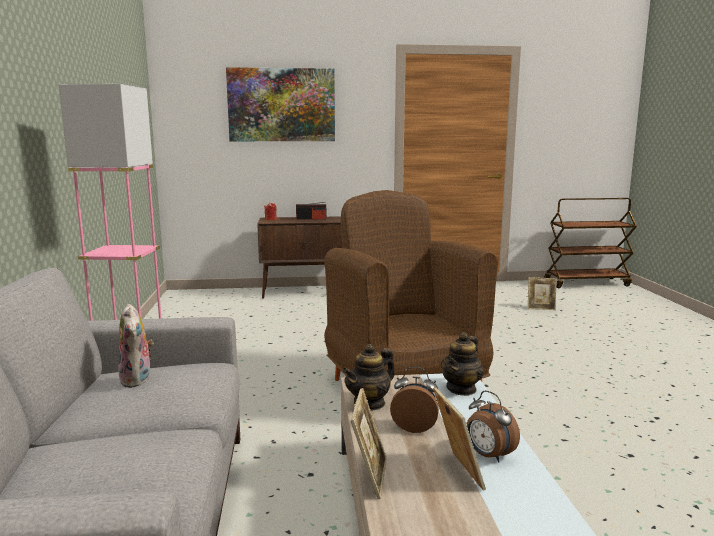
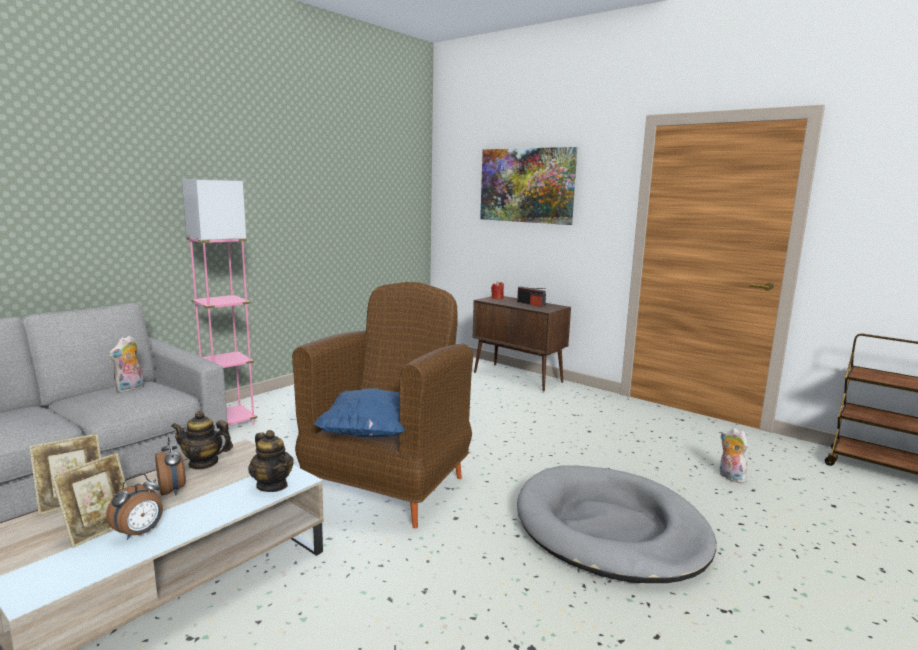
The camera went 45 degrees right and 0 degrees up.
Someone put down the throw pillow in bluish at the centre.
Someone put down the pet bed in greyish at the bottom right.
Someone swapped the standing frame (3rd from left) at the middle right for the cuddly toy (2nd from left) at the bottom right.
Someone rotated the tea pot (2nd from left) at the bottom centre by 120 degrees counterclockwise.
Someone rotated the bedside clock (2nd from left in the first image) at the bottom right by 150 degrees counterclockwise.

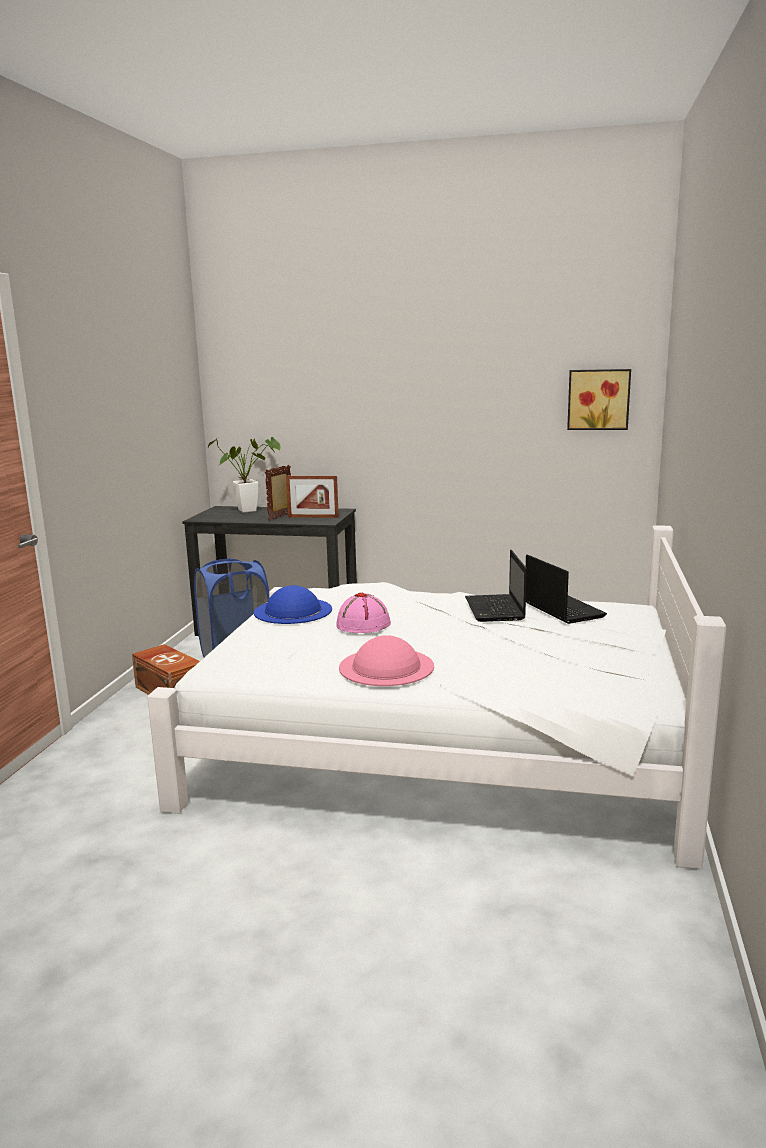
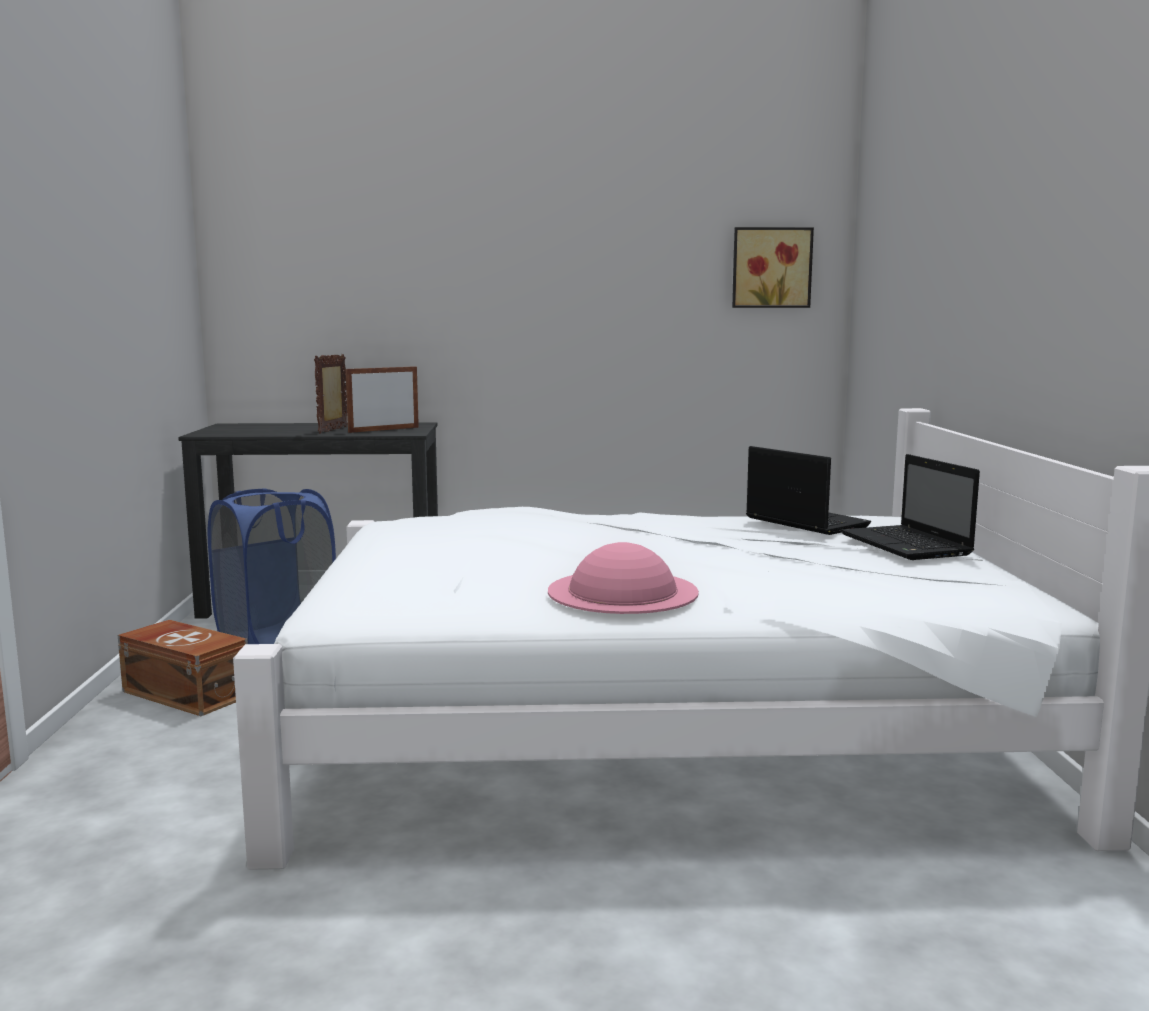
The camera went 15 degrees left and 5 degrees down.
Someone took away the plant in a pot at the middle left.
Someone took away the wearable hat in bluish at the centre.
Someone took away the wearable hat in pink-coloured (1st from left) at the centre.
Someone carried the notebook computer (1st from left in the first image) from the centre to the middle right.
Someone rotated the standing frame (2nd from left) at the centre by 150 degrees clockwise.

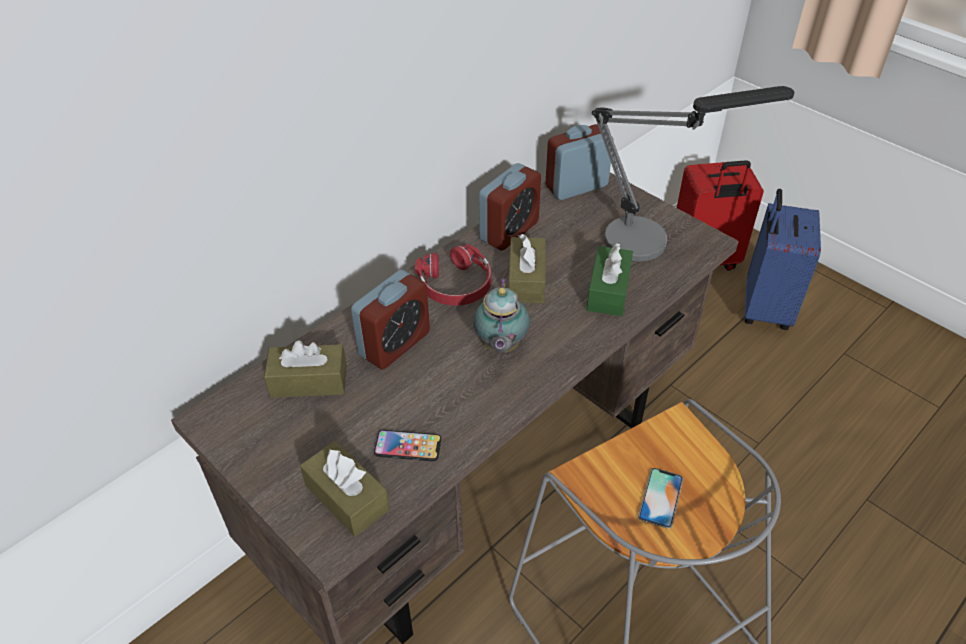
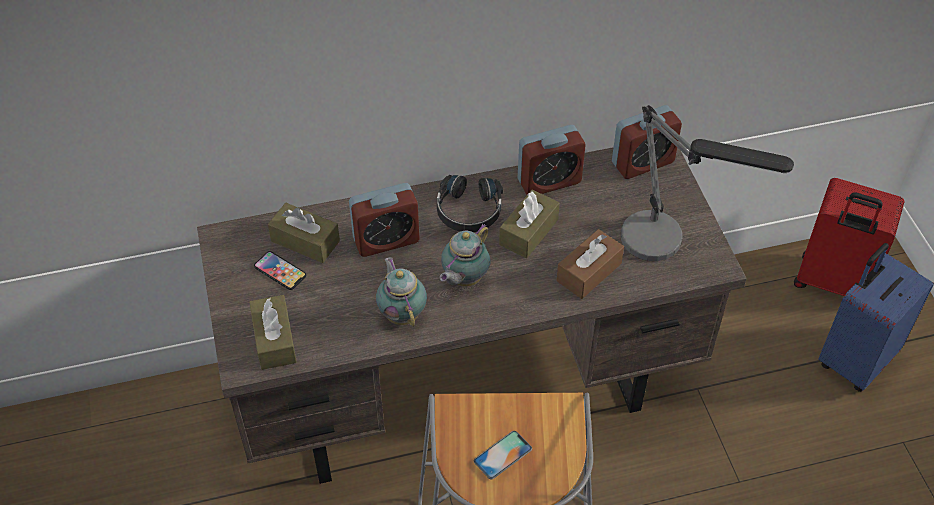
The camera went 30 degrees right and 5 degrees up.
Someone put down the tea pot (1st from left) at the centre.
Someone carried the telephone (1st from left) from the bottom centre to the middle left.
Someone repainted the headset in reddish at the centre, which became the headset in black-coloured at the centre.
Someone repainted the tissue box in green-coloured at the centre, which became the tissue box in brown (4th from left) at the centre.
Someone rotated the bedside clock (3rd from left) at the top centre by 150 degrees clockwise.

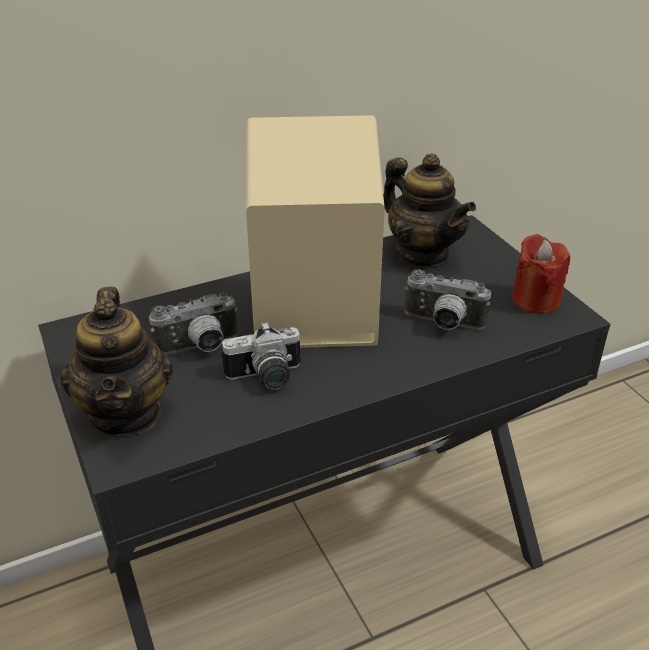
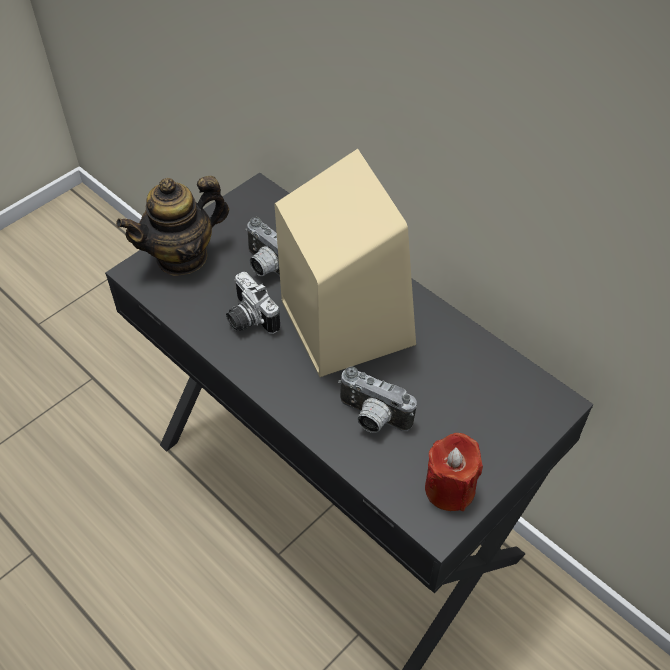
The camera went 70 degrees right and 15 degrees up.
Someone took away the tea pot (2nd from left) at the top centre.
Someone rotated the still camera (3rd from left) at the middle right by 60 degrees counterclockwise.

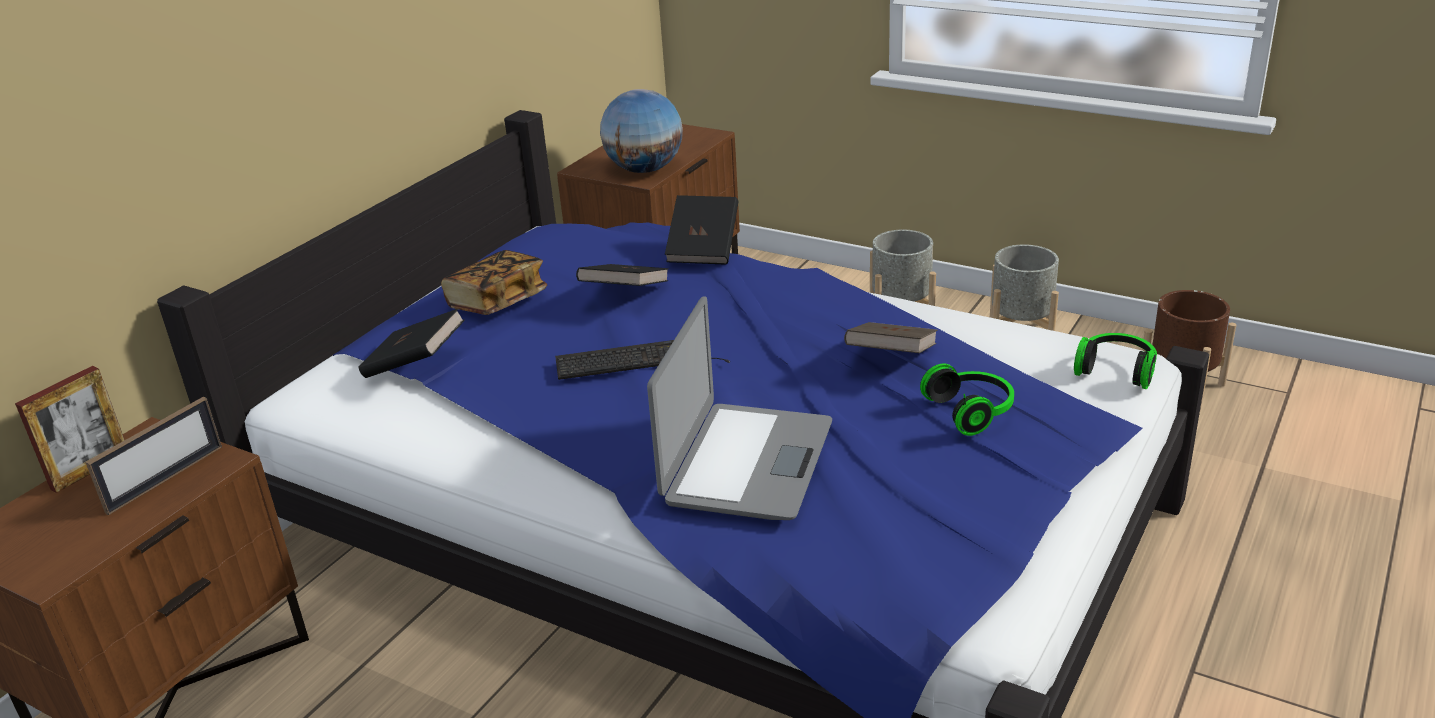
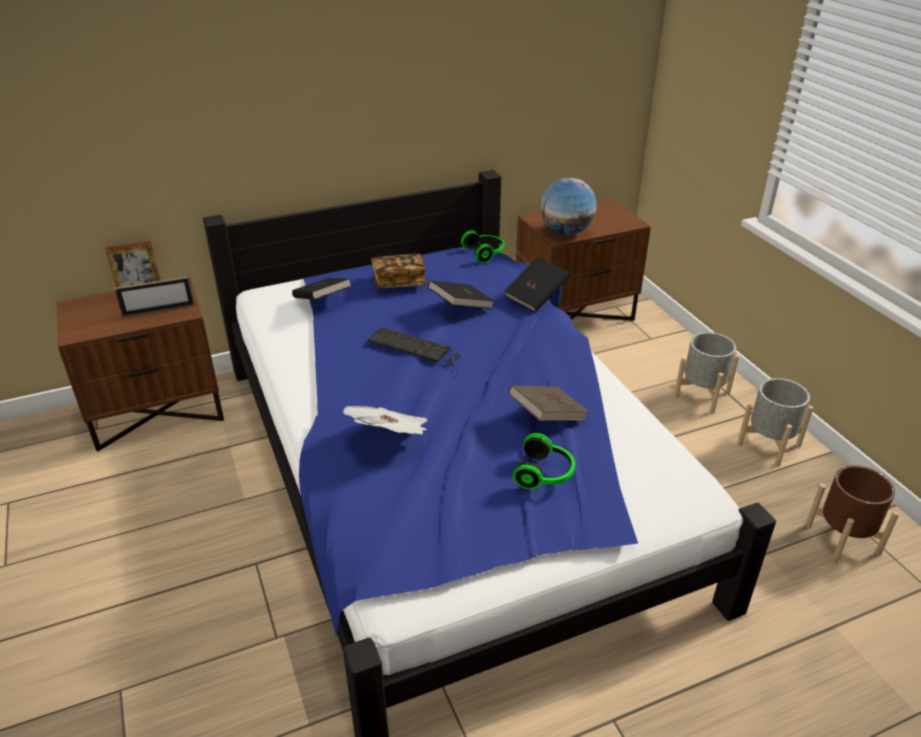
The camera went 35 degrees right and 5 degrees up.
Someone carried the headset (2nd from left in the first image) from the middle right to the centre.
Someone swapped the notebook computer at the centre for the printed paper at the centre.

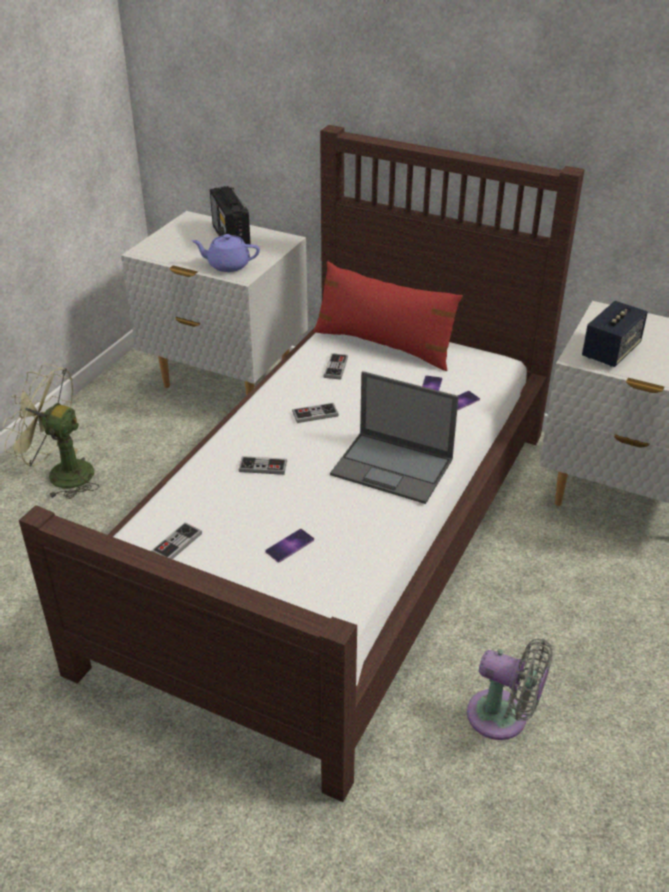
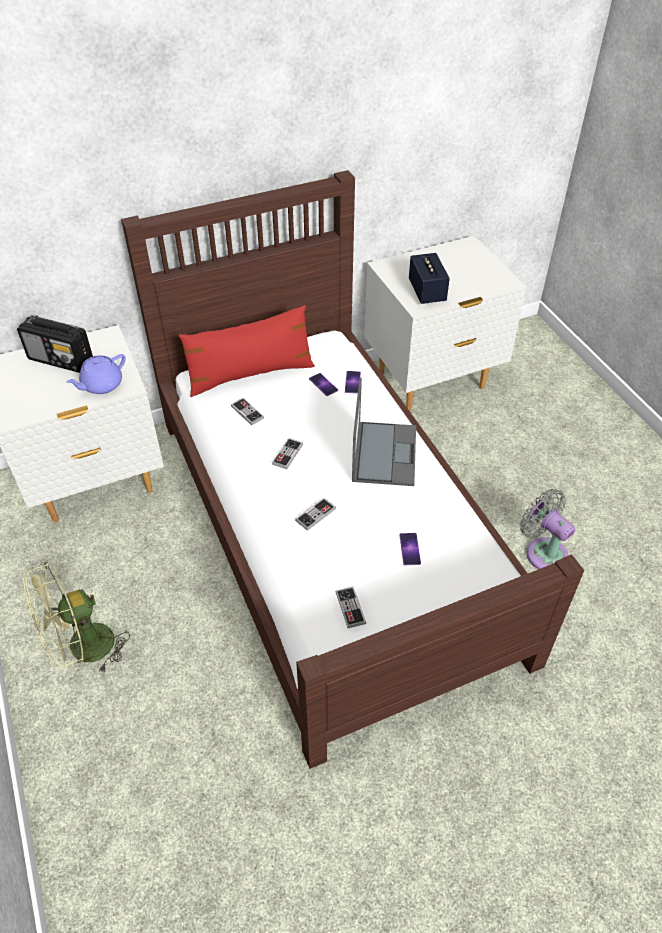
The camera went 50 degrees left and 10 degrees up.
Someone rotated the notebook computer at the centre by 60 degrees counterclockwise.
Someone rotated the fan in greyish at the bottom right by 105 degrees counterclockwise.

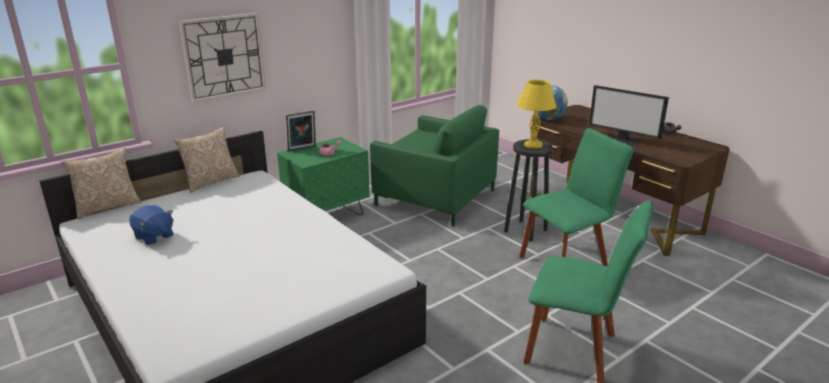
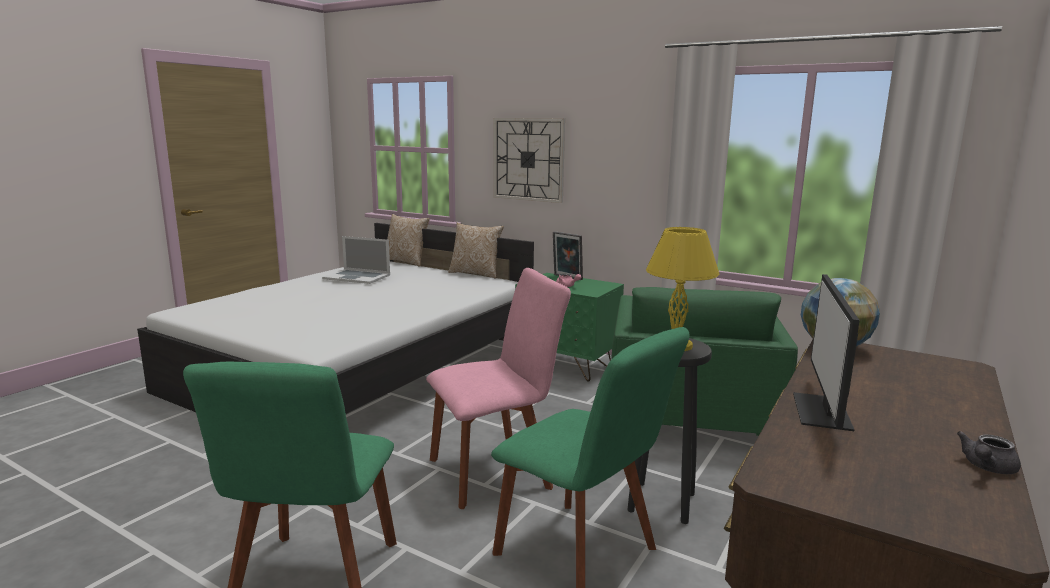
The camera went 70 degrees right and 10 degrees down.
Someone put down the plain chair in pink-coloured at the centre.
Someone swapped the cuddly toy in bluish at the middle left for the notebook computer at the centre.

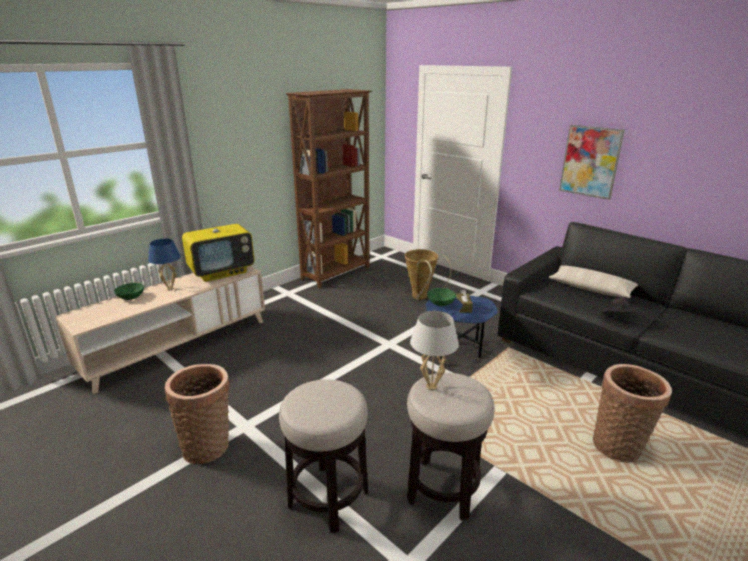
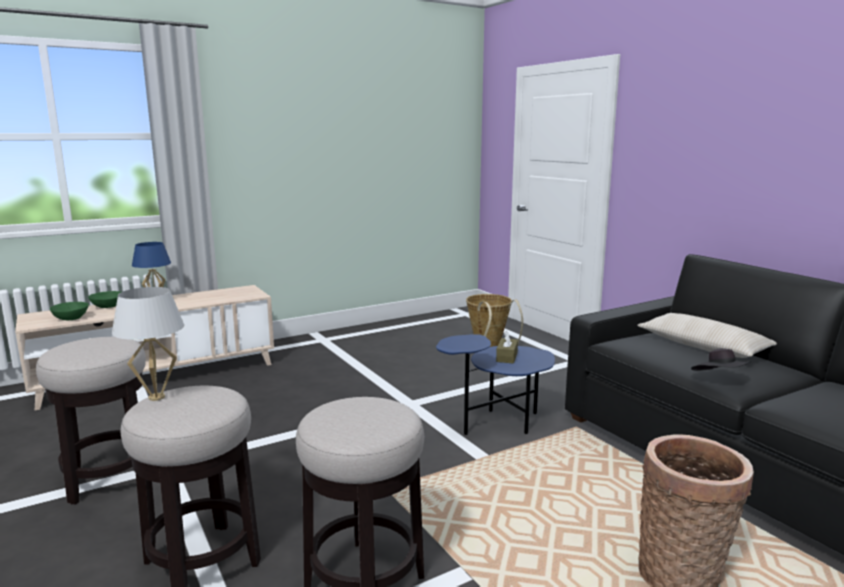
The camera went 15 degrees right and 10 degrees down.
Someone took away the television at the middle left.
Someone took away the bookshelf in brown at the centre.
Someone took away the wall picture at the top right.
Someone carried the tabletop lamp in white from the centre to the middle left.
Someone carried the deep dish in green-coloured (2nd from left in the first image) from the centre to the middle left.
Someone swapped the household basket (1st from left) at the bottom left for the stool (1st from left) at the bottom left.

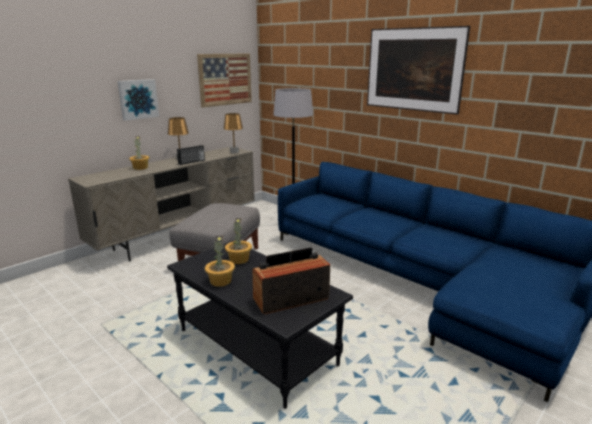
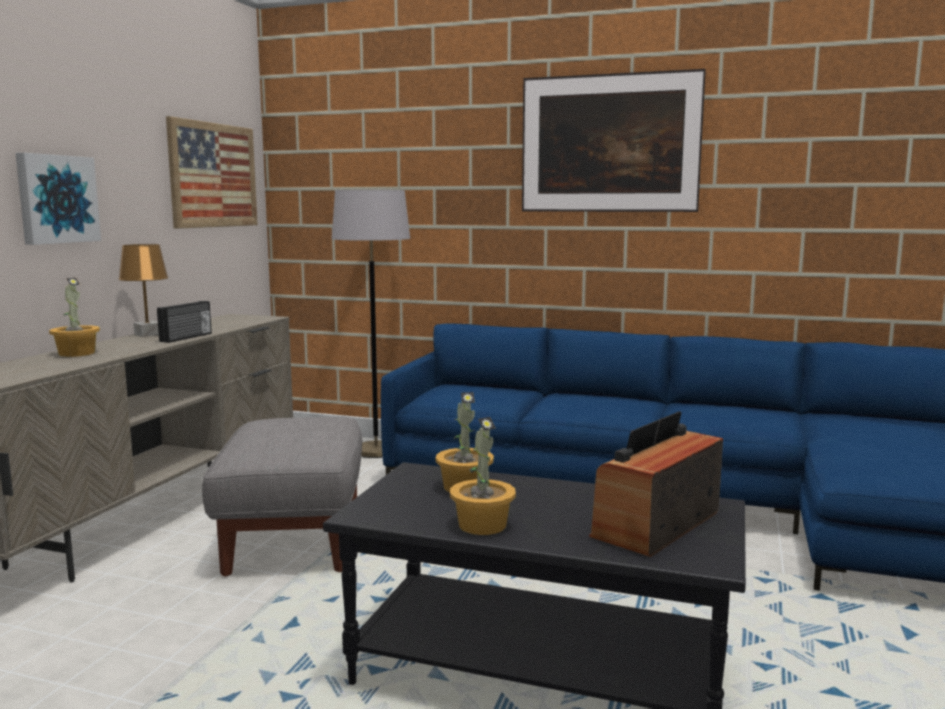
The camera went 25 degrees left and 10 degrees down.
Someone took away the tabletop lamp in brown (2nd from left) at the top centre.

